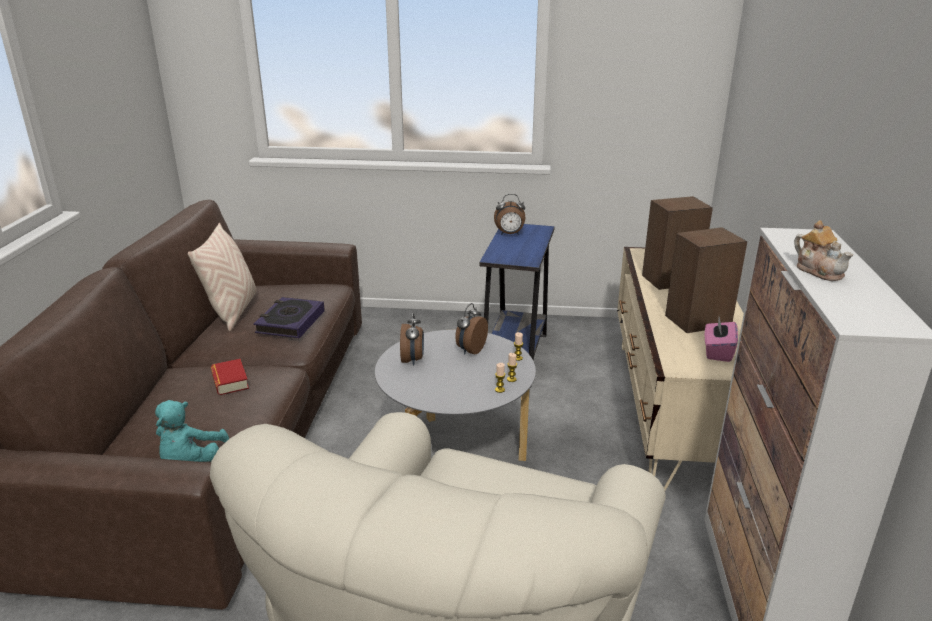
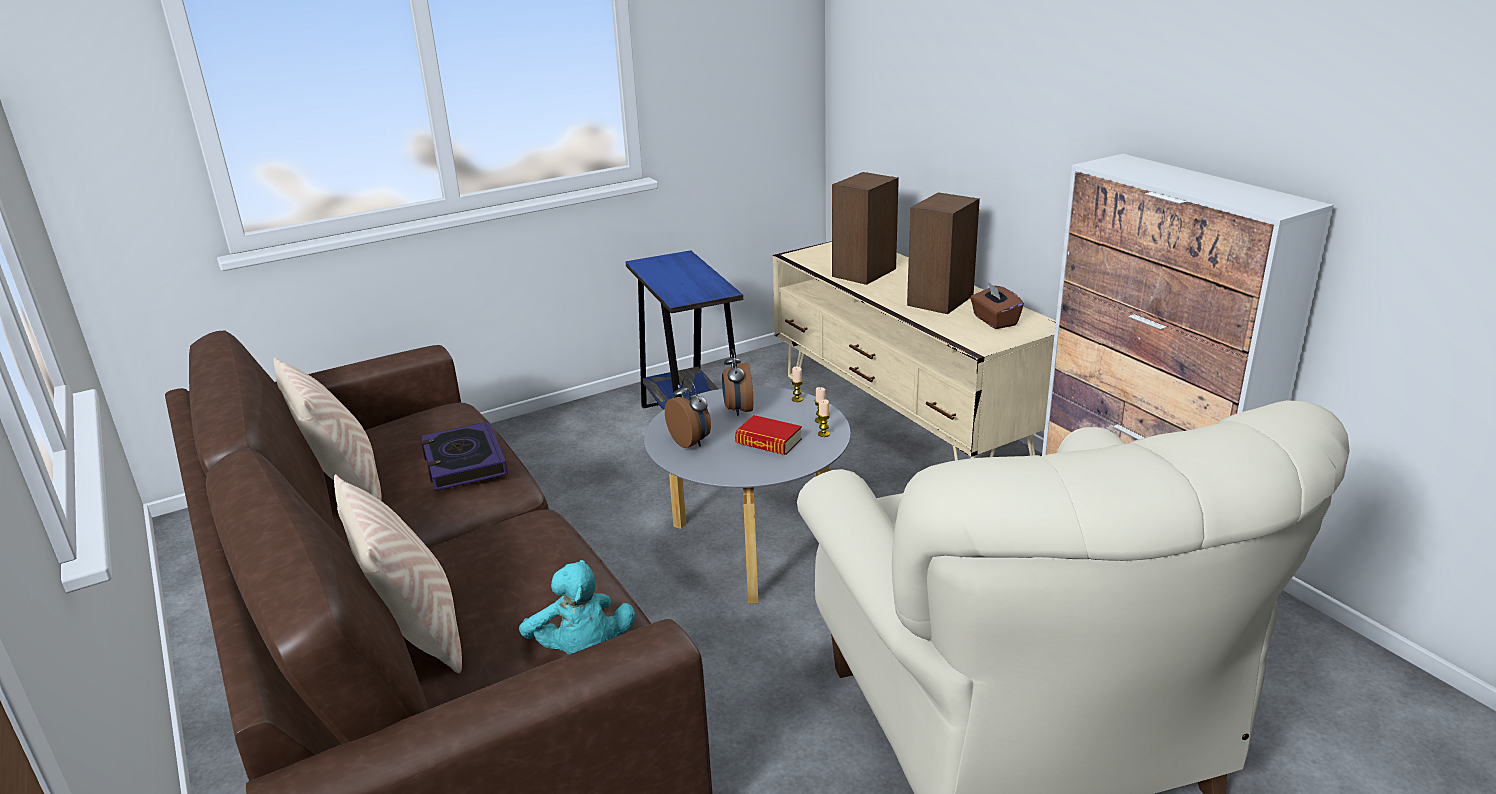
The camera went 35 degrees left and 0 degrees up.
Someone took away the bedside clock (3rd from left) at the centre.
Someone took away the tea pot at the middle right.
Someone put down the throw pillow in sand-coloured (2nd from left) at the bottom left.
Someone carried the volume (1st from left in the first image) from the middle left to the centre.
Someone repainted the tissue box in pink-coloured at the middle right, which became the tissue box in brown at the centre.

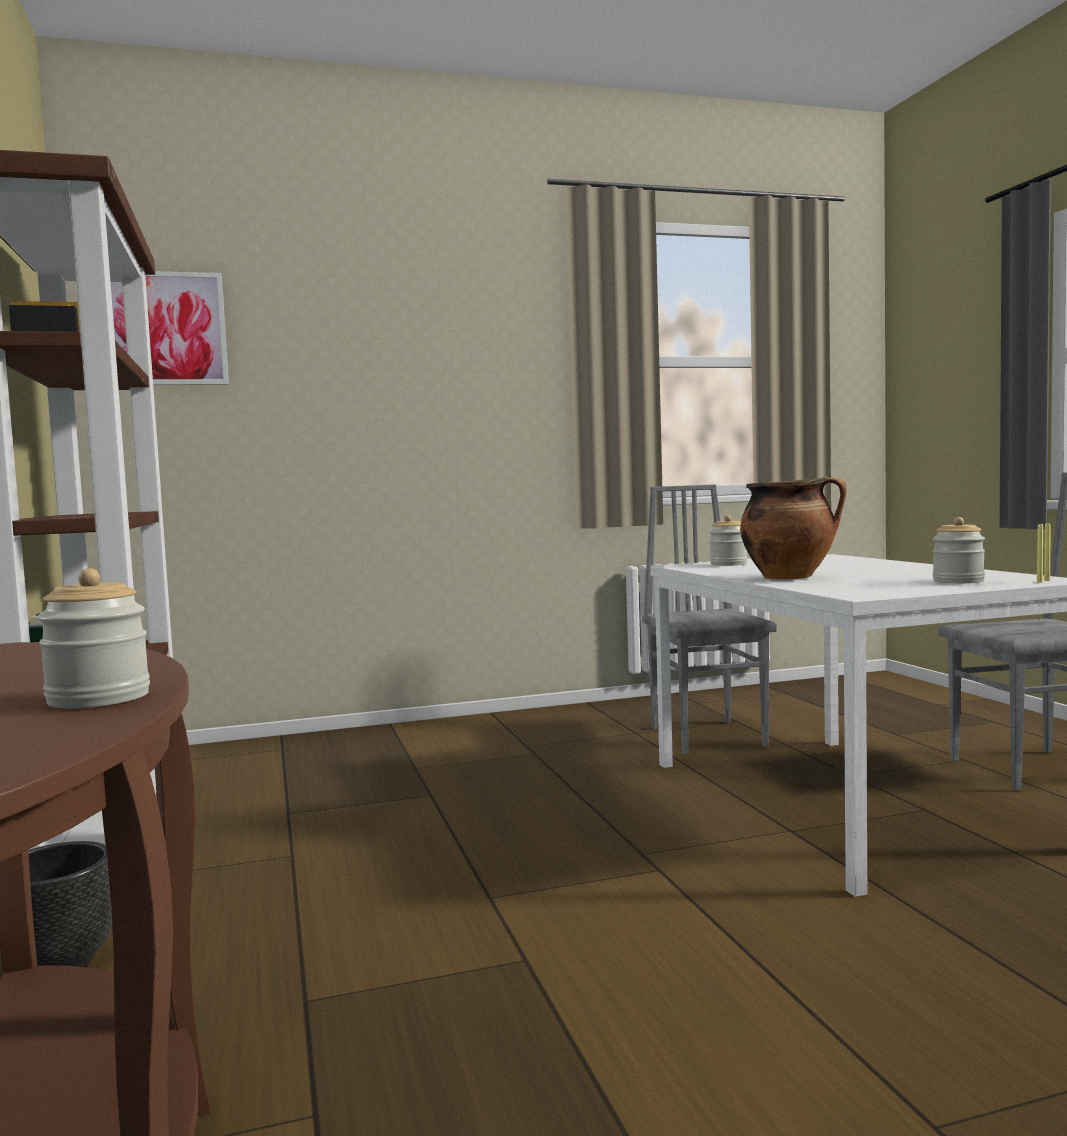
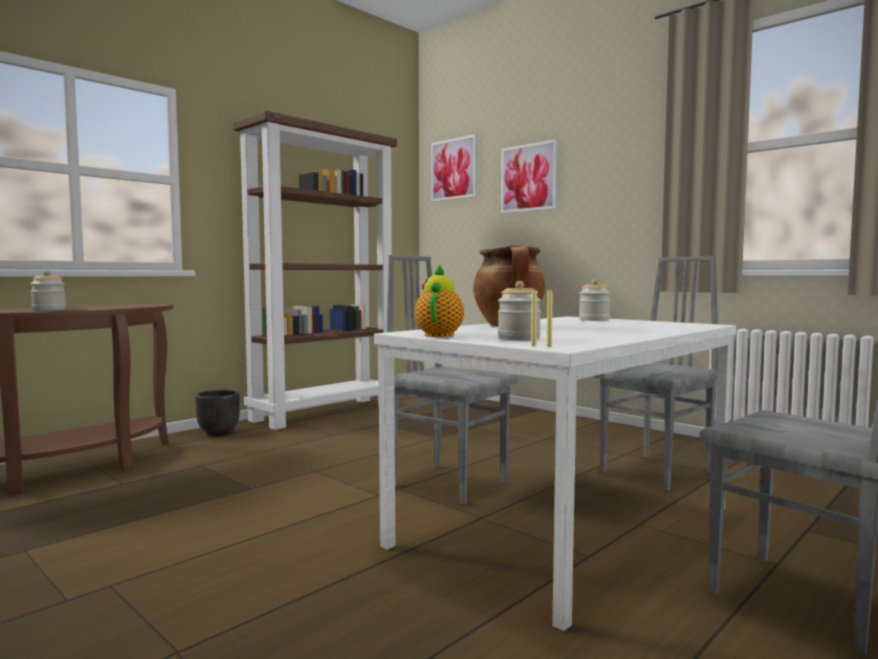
The camera went 60 degrees right and 0 degrees up.
Someone put down the plain chair in greyish (1st from left) at the centre.
Someone put down the tea pot at the centre.
Someone put up the wall picture (2nd from left) at the top centre.

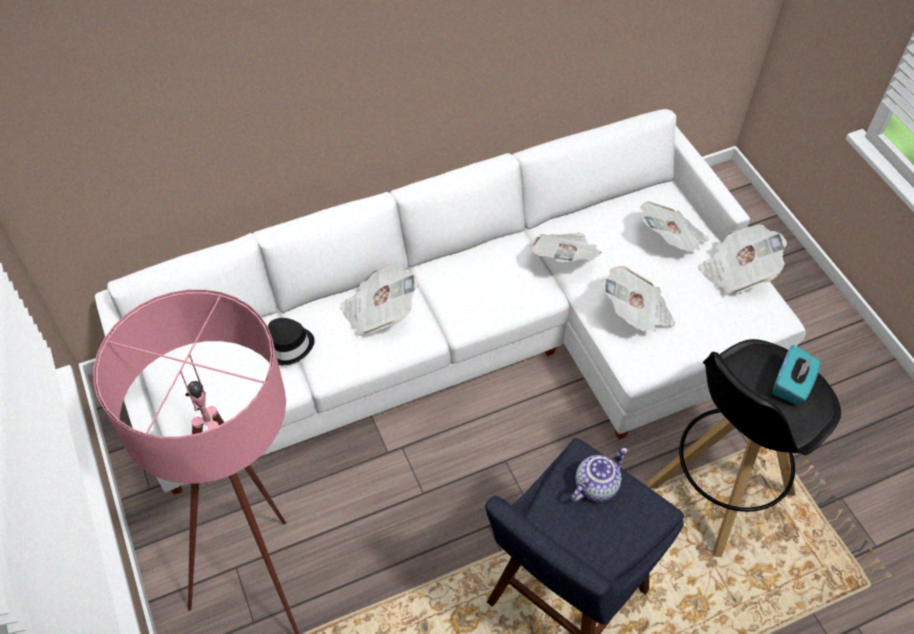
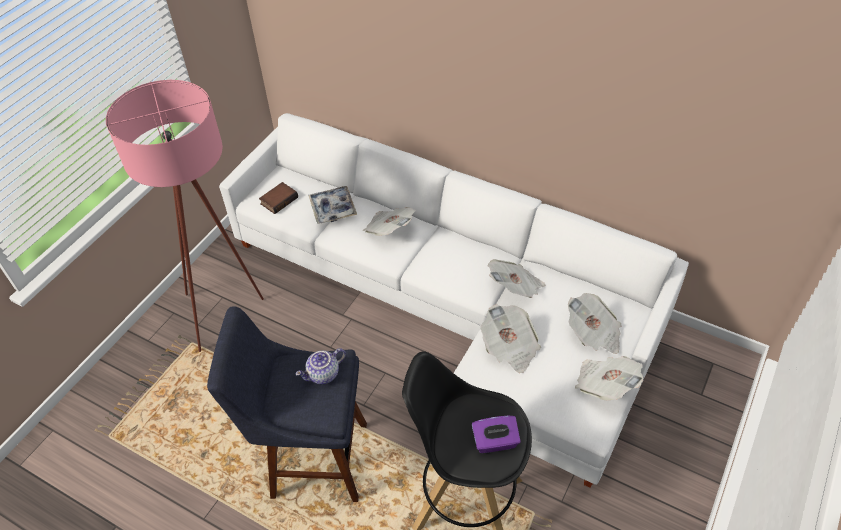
The camera went 55 degrees right and 5 degrees down.
Someone put down the volume at the middle left.
Someone swapped the wearable hat in black-coloured at the middle left for the carrying tray at the centre.
Someone repainted the tissue box in turquoise-coloured at the middle right, which became the tissue box in purplish at the bottom centre.
Someone rotated the tea pot at the bottom centre by 135 degrees clockwise.

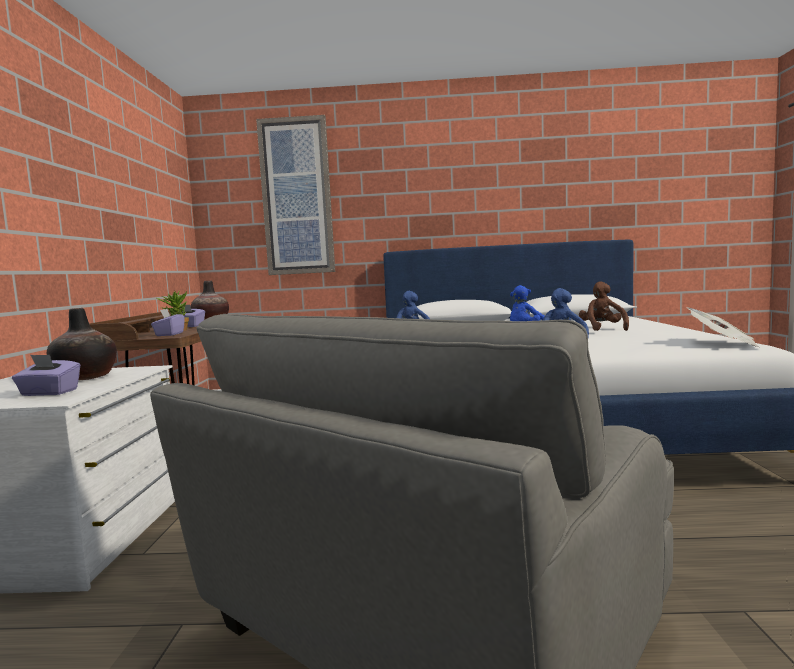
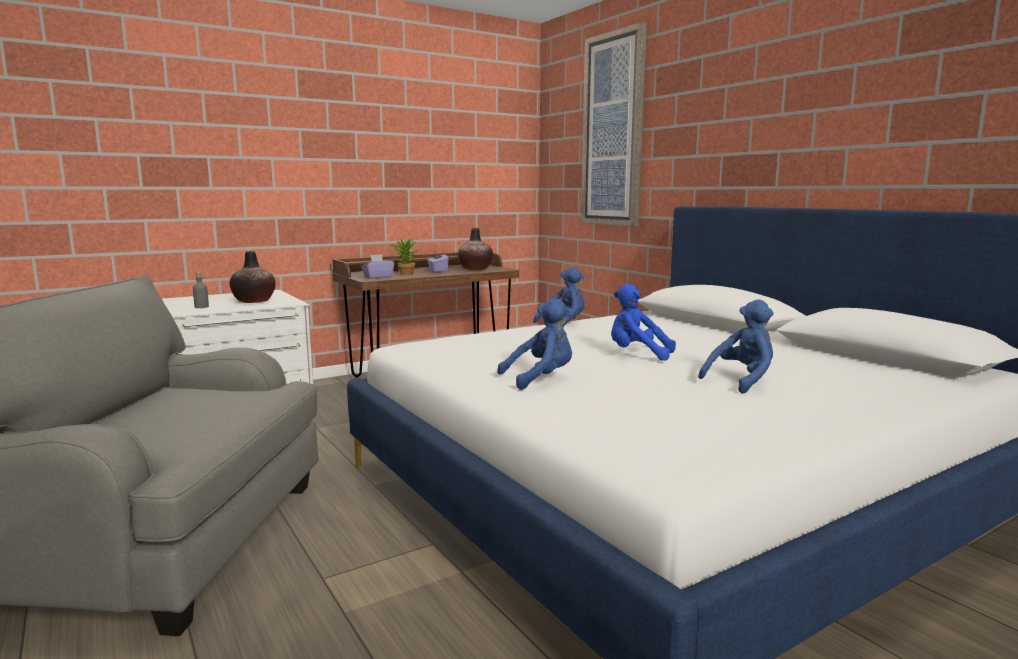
The camera went 55 degrees right and 5 degrees up.
Someone took away the printed paper at the middle right.
Someone swapped the tissue box in purplish (1st from left) at the middle left for the drink bottle in greyish at the middle left.
Someone repainted the cuddly toy in brown at the middle right, which became the cuddly toy in bluish (4th from left) at the middle right.

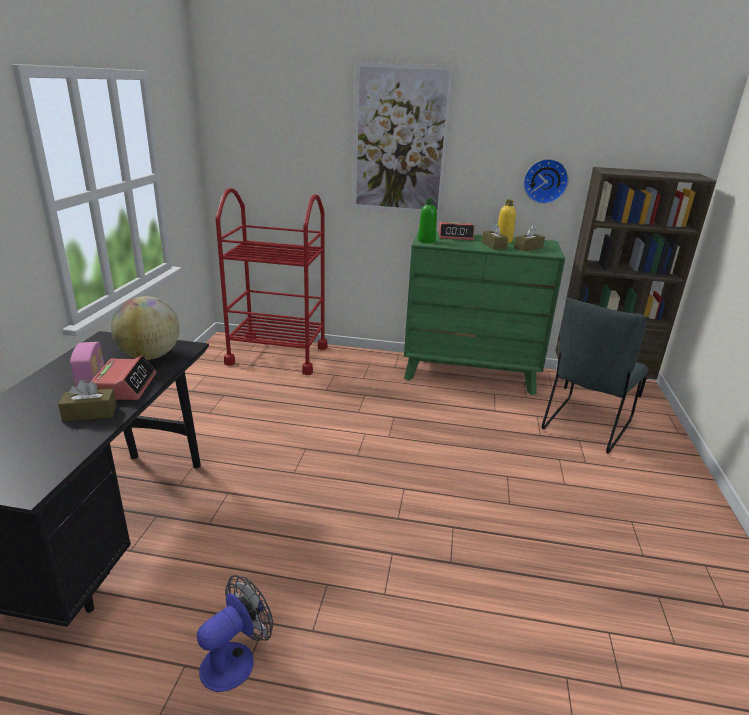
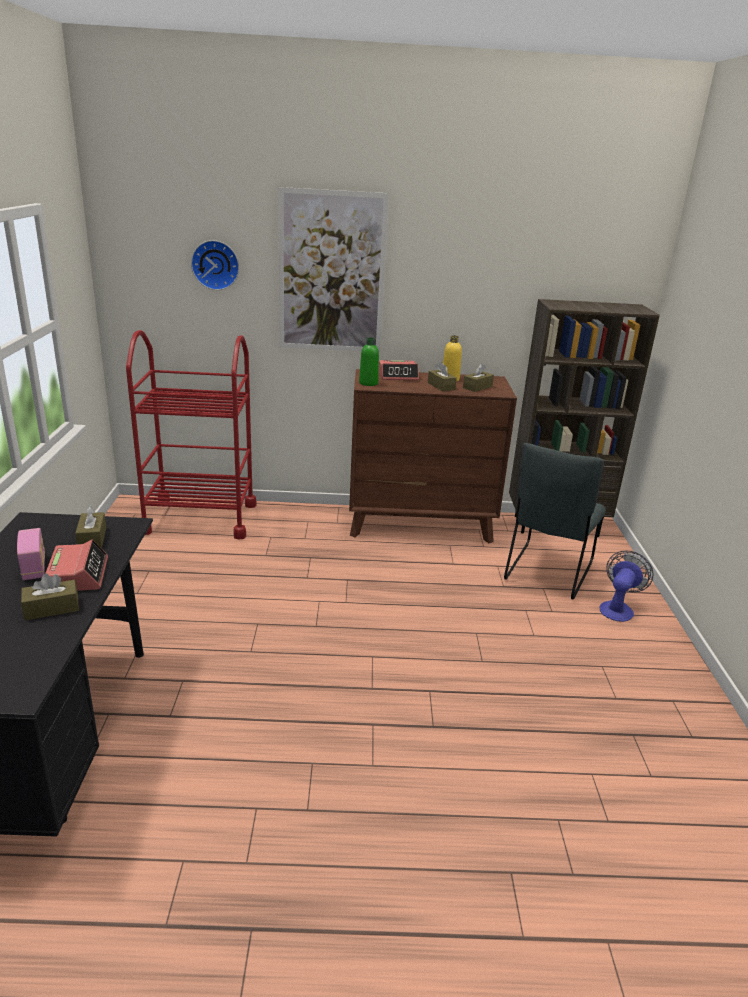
The camera went 10 degrees left and 0 degrees up.
Someone carried the fan from the bottom left to the middle right.
Someone carried the clock on the wall from the top right to the top left.
Someone swapped the globe at the middle left for the tissue box in brown (2nd from left) at the middle left.
Someone repainted the drawer chest in green-coloured at the centre, which became the drawer chest in brown at the centre.

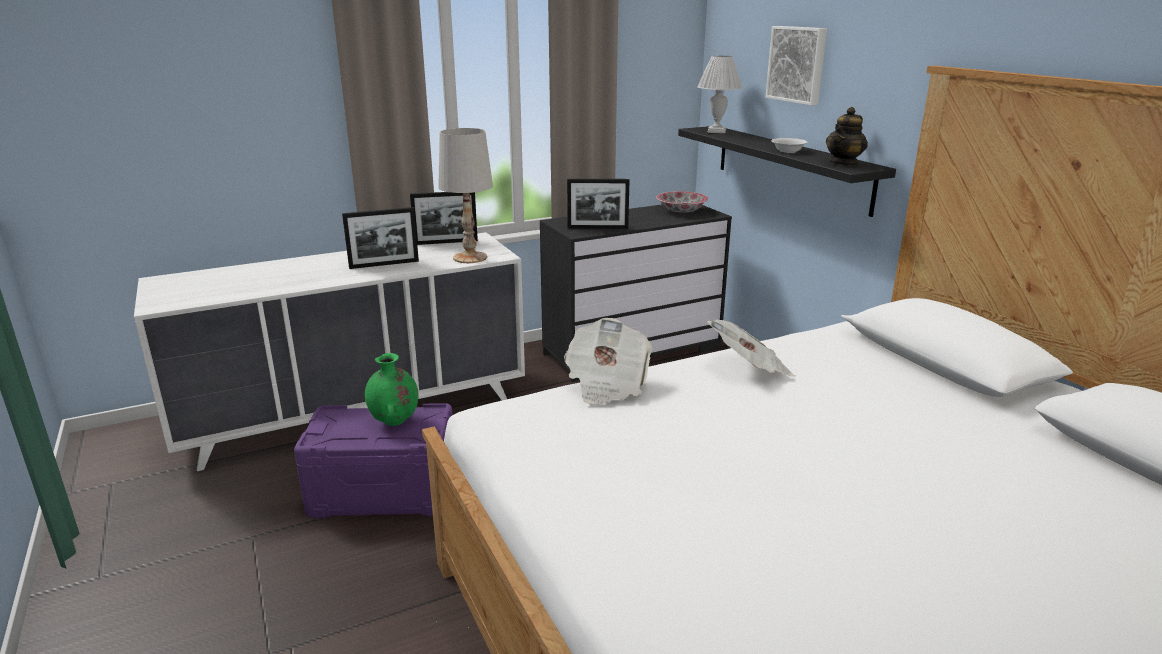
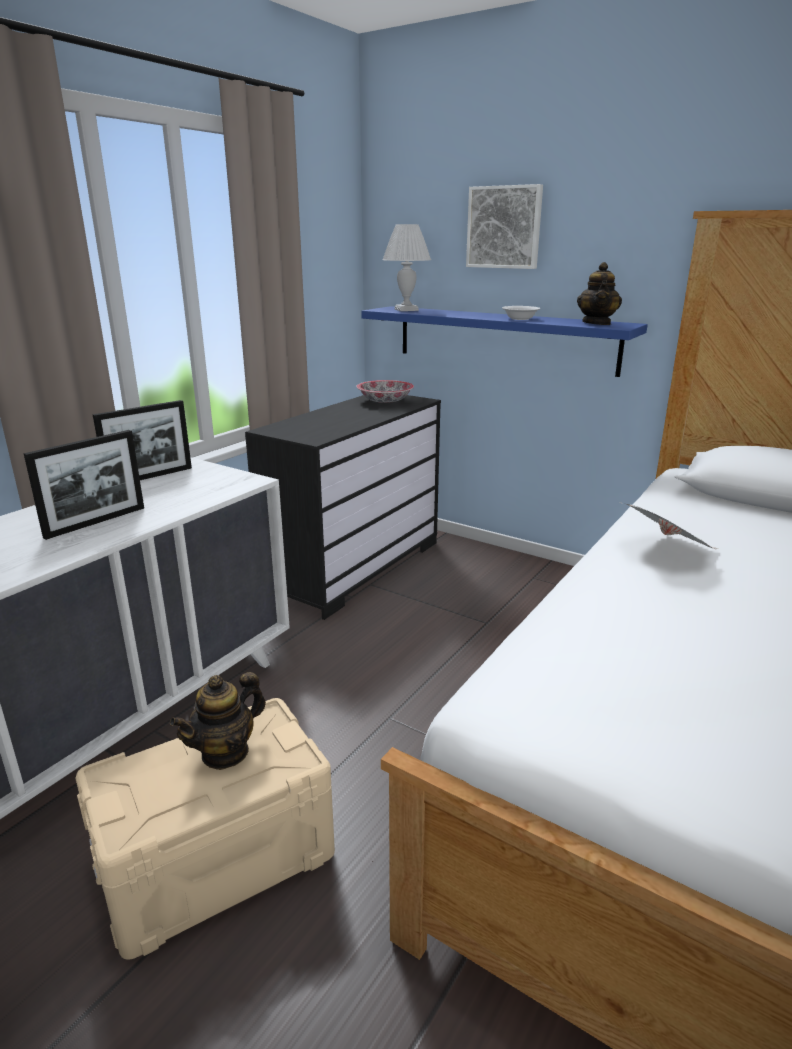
The camera went 30 degrees left and 0 degrees up.
Someone took away the tabletop lamp in white (1st from left) at the top centre.
Someone took away the printed paper (1st from left) at the centre.
Someone took away the standing frame (3rd from left) at the top centre.
Someone swapped the vase in green-coloured at the centre for the tea pot (1st from left) at the bottom left.
Someone repainted the storage box in purplish at the bottom left, which became the storage box in sand-coloured at the bottom left.
Someone repainted the bracket shelf in black-coloured at the top right, which became the bracket shelf in bluish at the top centre.

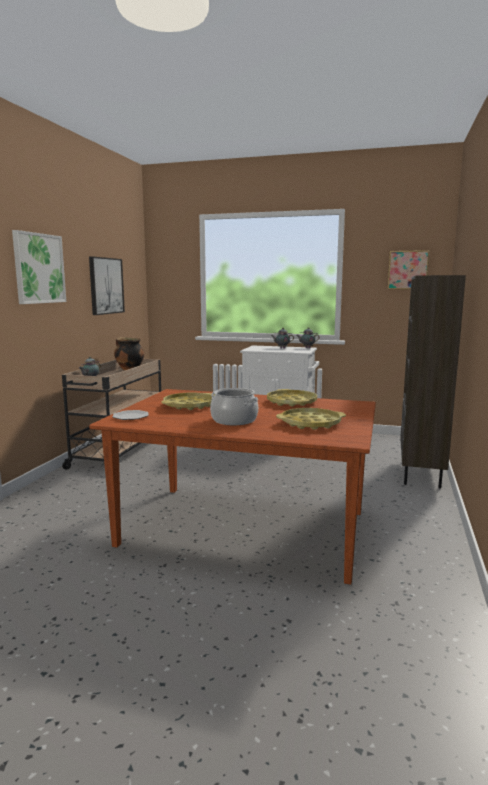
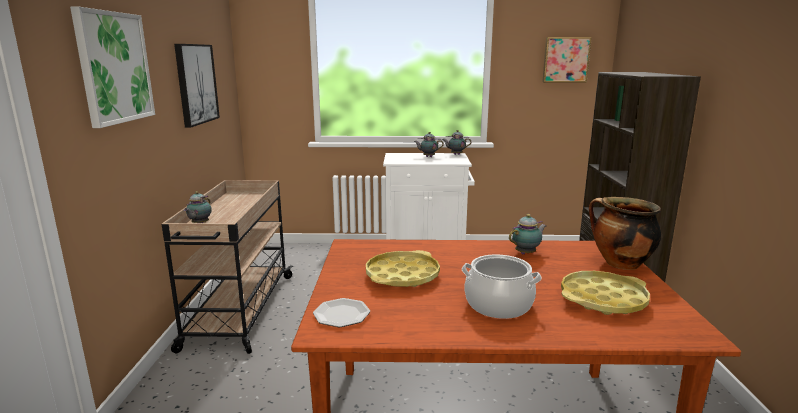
The camera went 15 degrees left and 5 degrees up.
Someone carried the saucepot (1st from left in the first image) from the middle left to the middle right.
Someone swapped the carrying tray in yellow (2nd from left) at the centre for the tea pot (4th from left) at the centre.

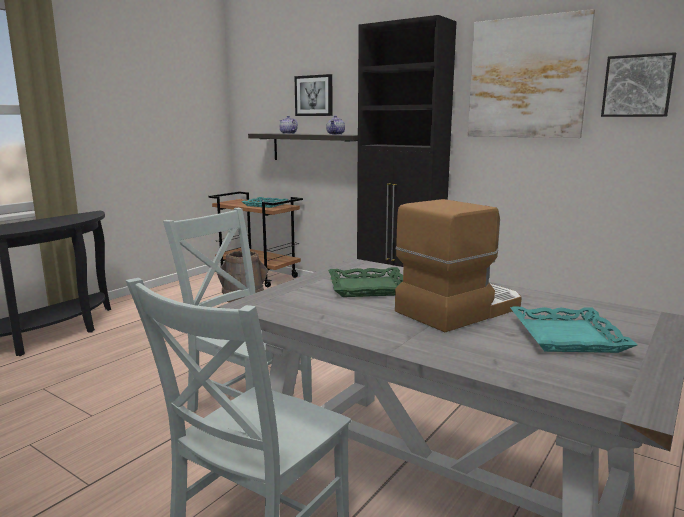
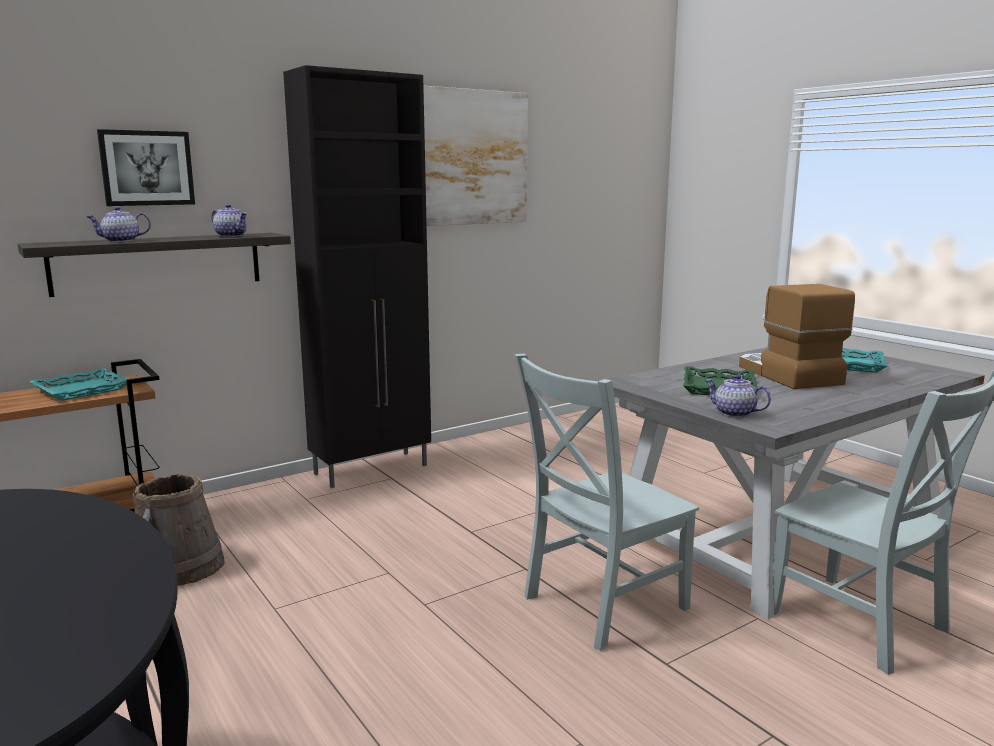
The camera went 70 degrees left and 0 degrees up.
Someone took away the wall picture (3rd from left) at the top right.
Someone put down the tea pot (3rd from left) at the middle right.

